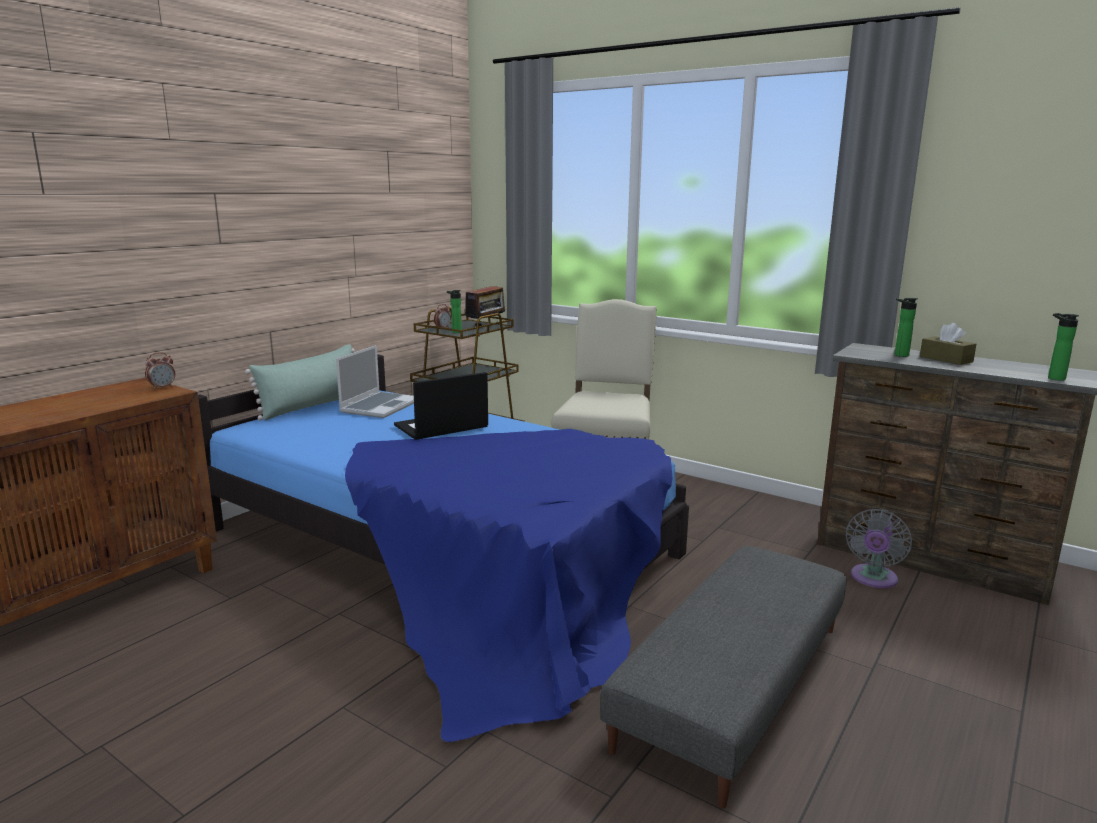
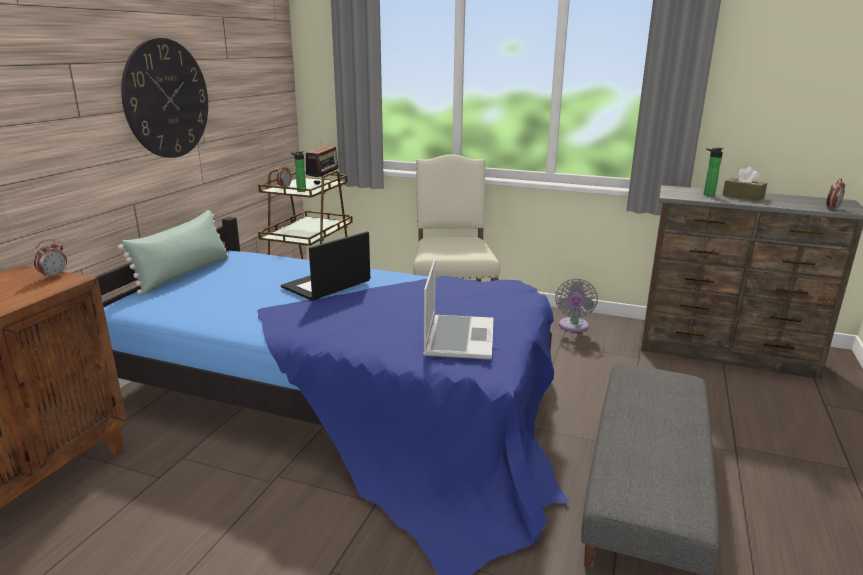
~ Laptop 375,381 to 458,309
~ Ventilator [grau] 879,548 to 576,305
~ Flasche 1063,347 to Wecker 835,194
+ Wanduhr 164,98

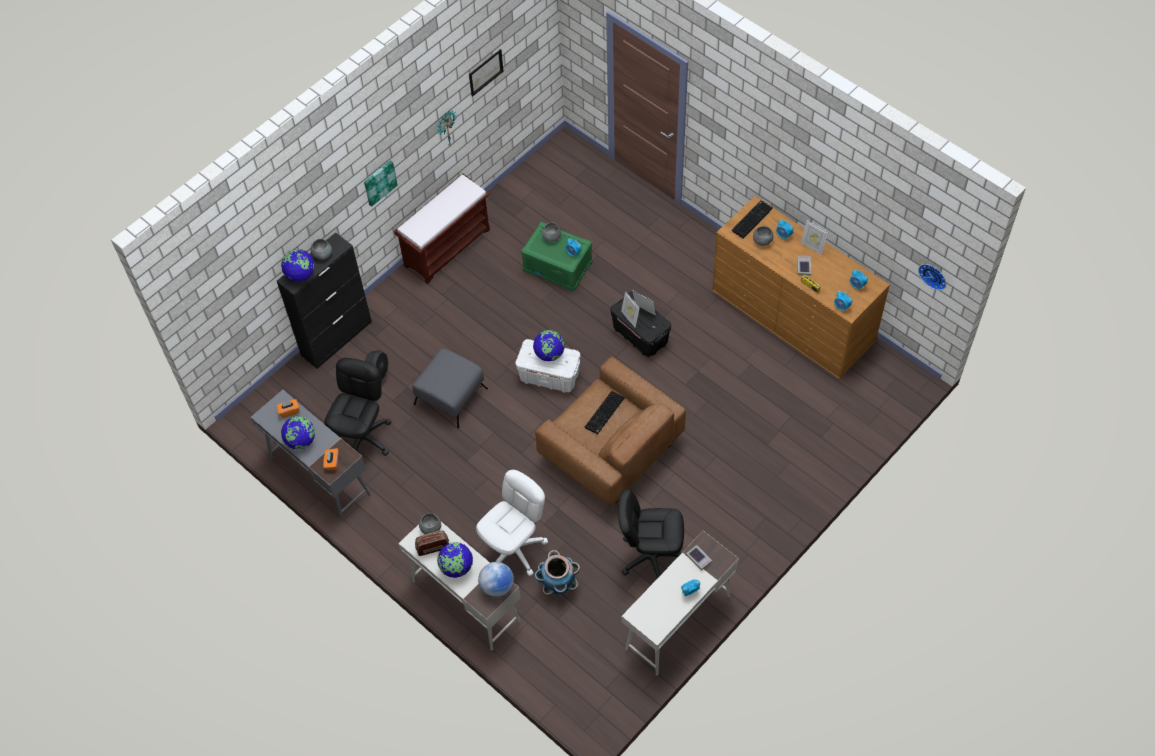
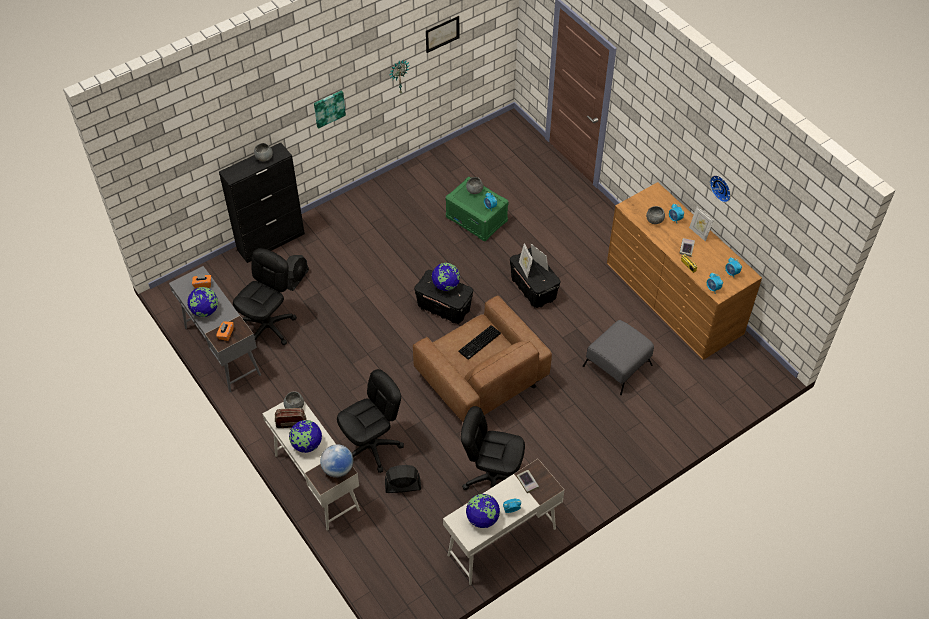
~ Globus 297,265 to 483,511
- Bank [braun] 442,229
~ Polsterhocker [grau] 450,388 to 618,357
~ Bürostuhl [weiß] 512,523 to Bürostuhl [schwarz] 370,421
~ Aufbewahrungsbox [weiß] 547,366 to Aufbewahrungsbox [schwarz] 443,297
~ Pflanzkübel 557,572 to Ventilator [schwarz] 403,479
- Tastatur 752,219
~ Wanduhr 932,277 to 720,188

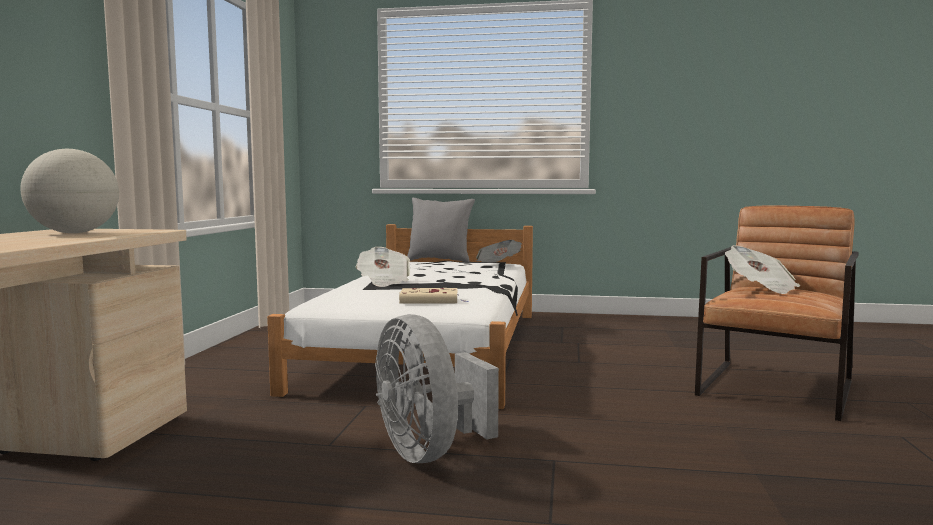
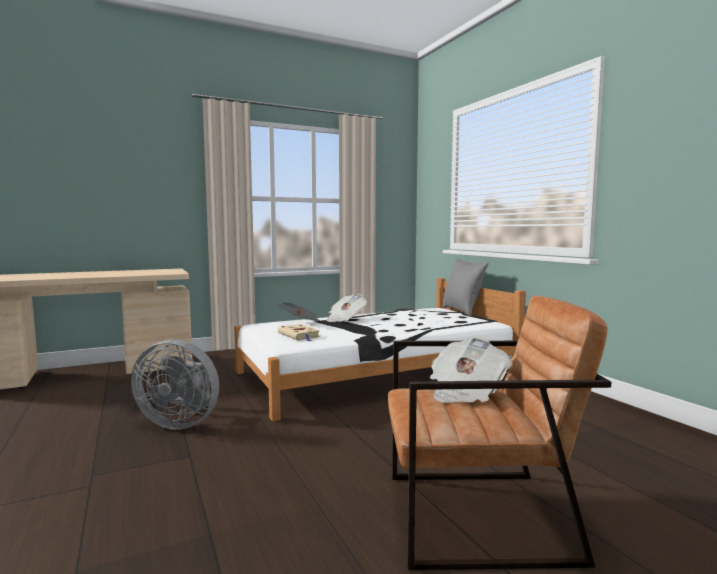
- Globus 69,191
~ Ventilator [grau] 437,388 = 175,384 105 degrees counterclockwise
~ Zeitung 499,251 to 299,312

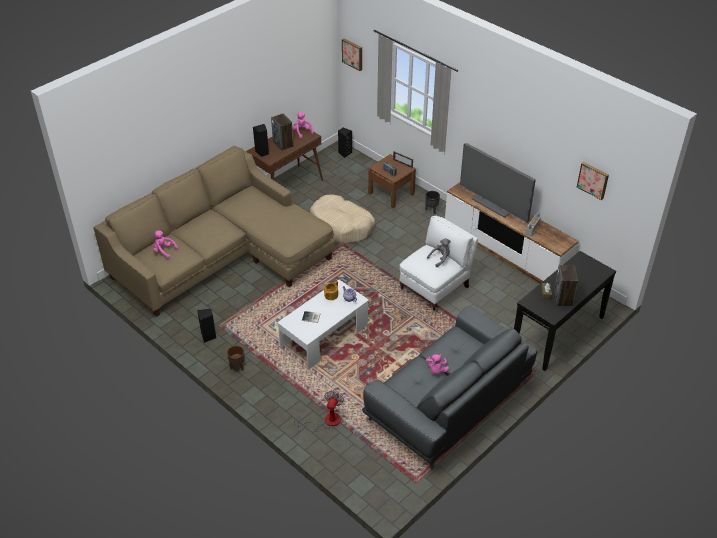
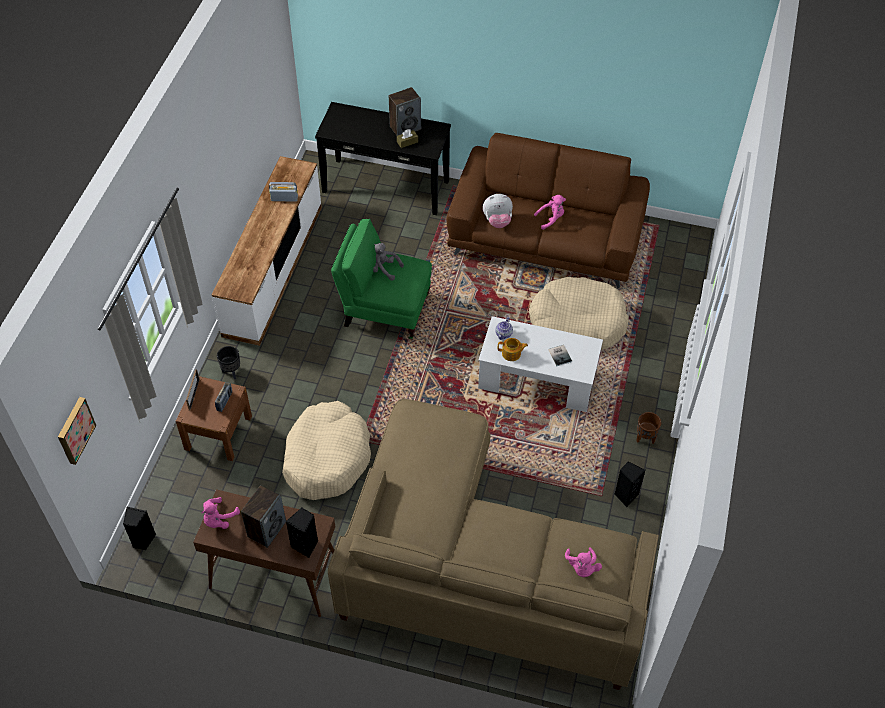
- Ventilator 319,411
~ Sofa [grau] 449,388 to Sofa [braun] 548,210
~ Sessel [weiß] 438,263 to Sessel [grün] 381,279
- Fernseher 498,183
- Bild 593,181
+ Plüschtier 498,211
+ Hundebett [beige] 579,313

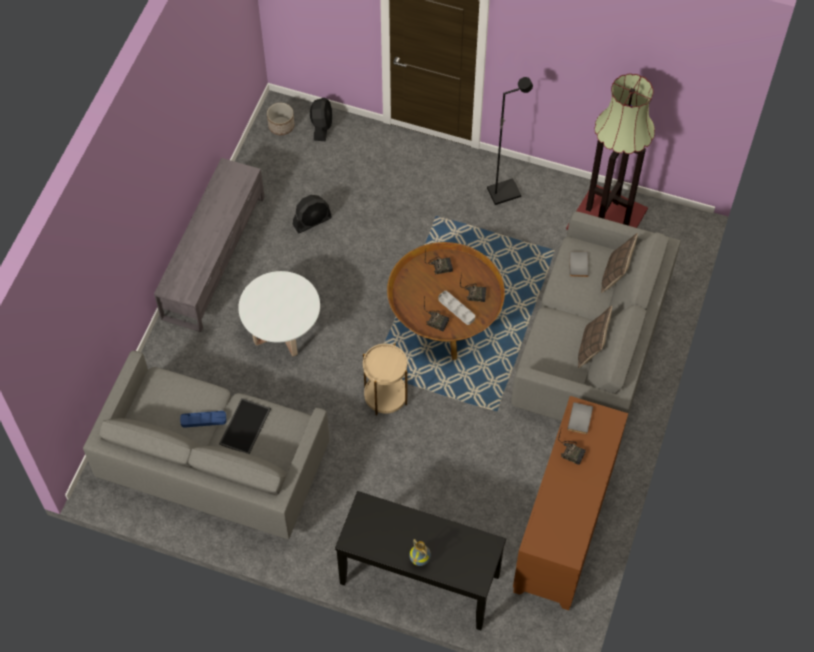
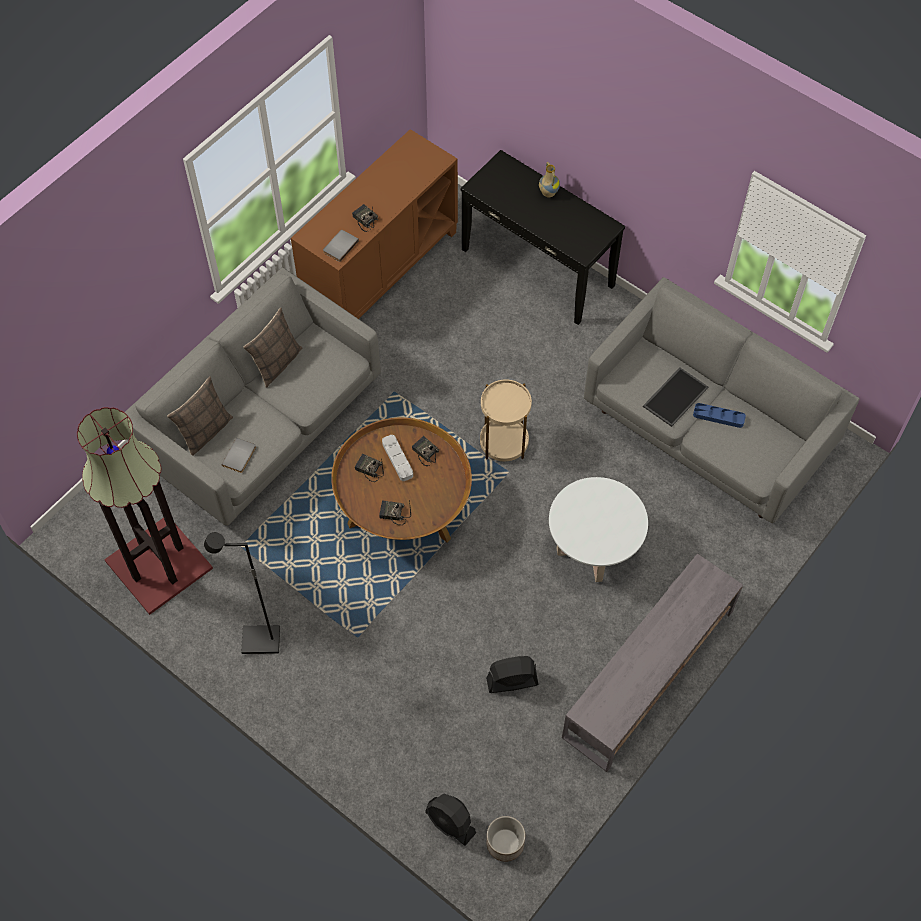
~ Ventilator [schwarz] 321,119 = 450,820 75 degrees counterclockwise

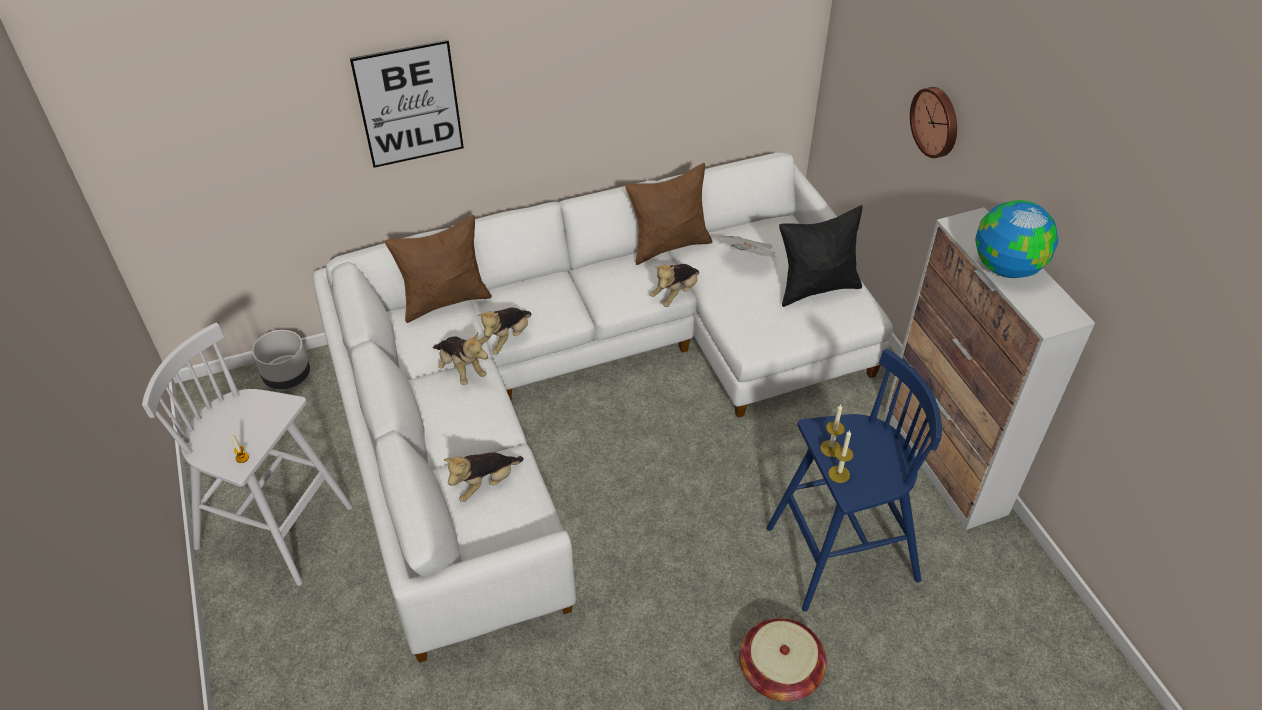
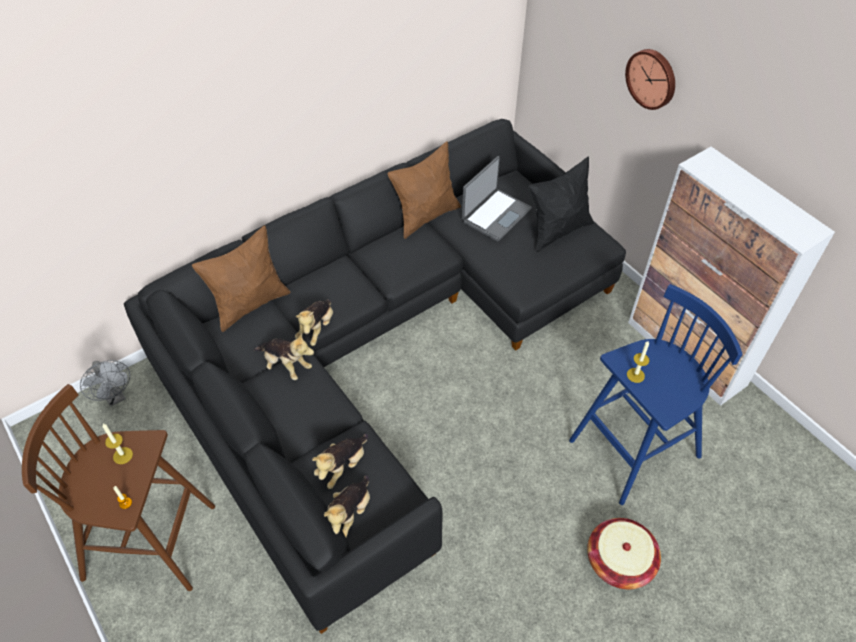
~ Hocker [weiß] 247,454 to Hocker [braun] 118,487
~ Pflanzkübel [grau] 281,359 to Ventilator [grau] 105,383
~ Sofa [weiß] 603,407 to Sofa [schwarz] 375,376
- Bild 407,104
~ Plüschtier 674,285 to 347,506
~ Zeitung 747,246 to Laptop 497,198
~ Kerze 840,456 to 117,444
- Globus 1016,239

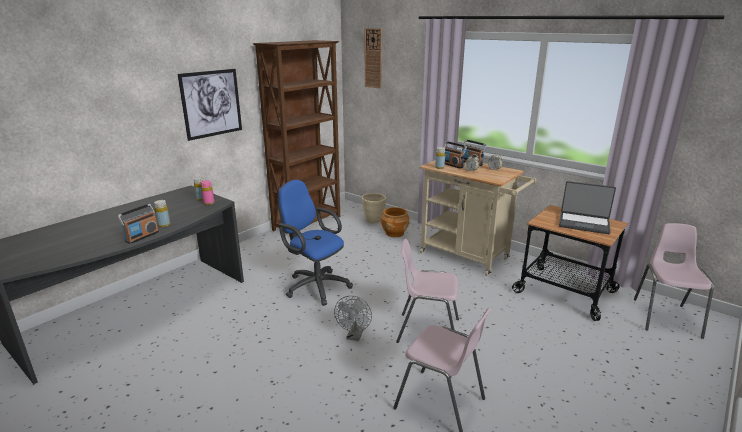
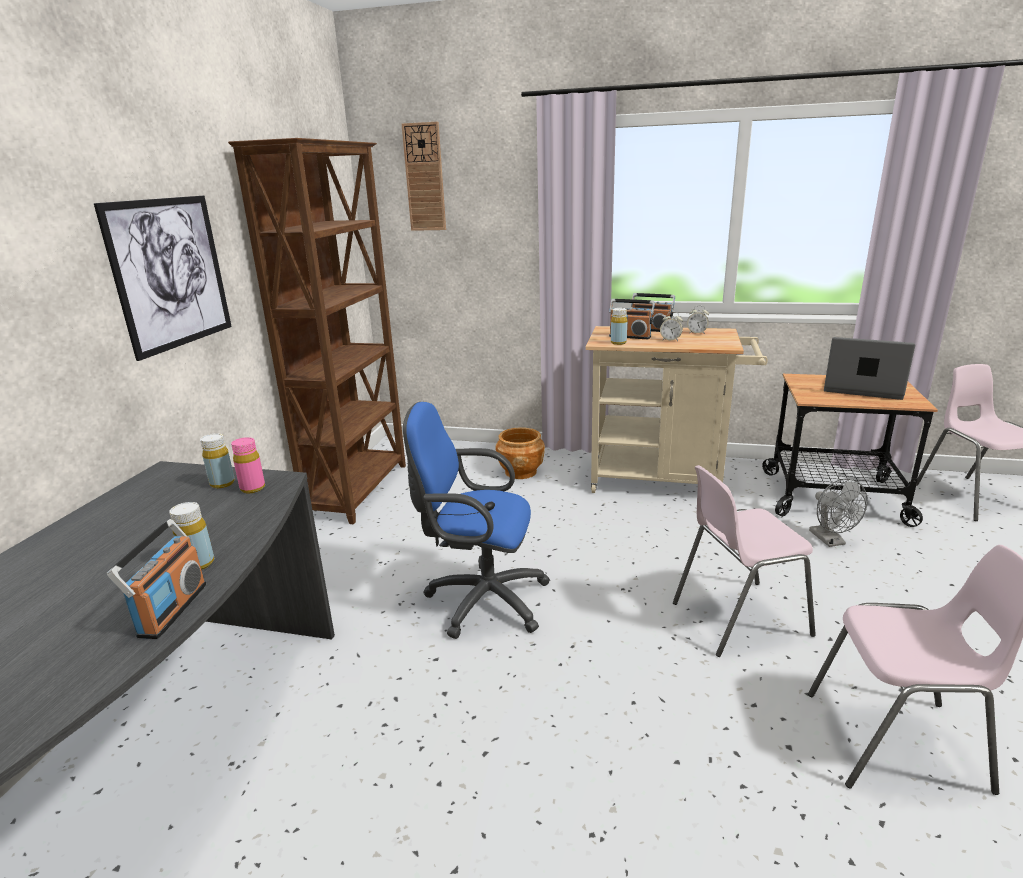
~ Ventilator [grau] 353,318 to 838,513
- Pflanzkübel [beige] 374,208
~ Laptop 587,207 = 869,368 150 degrees counterclockwise

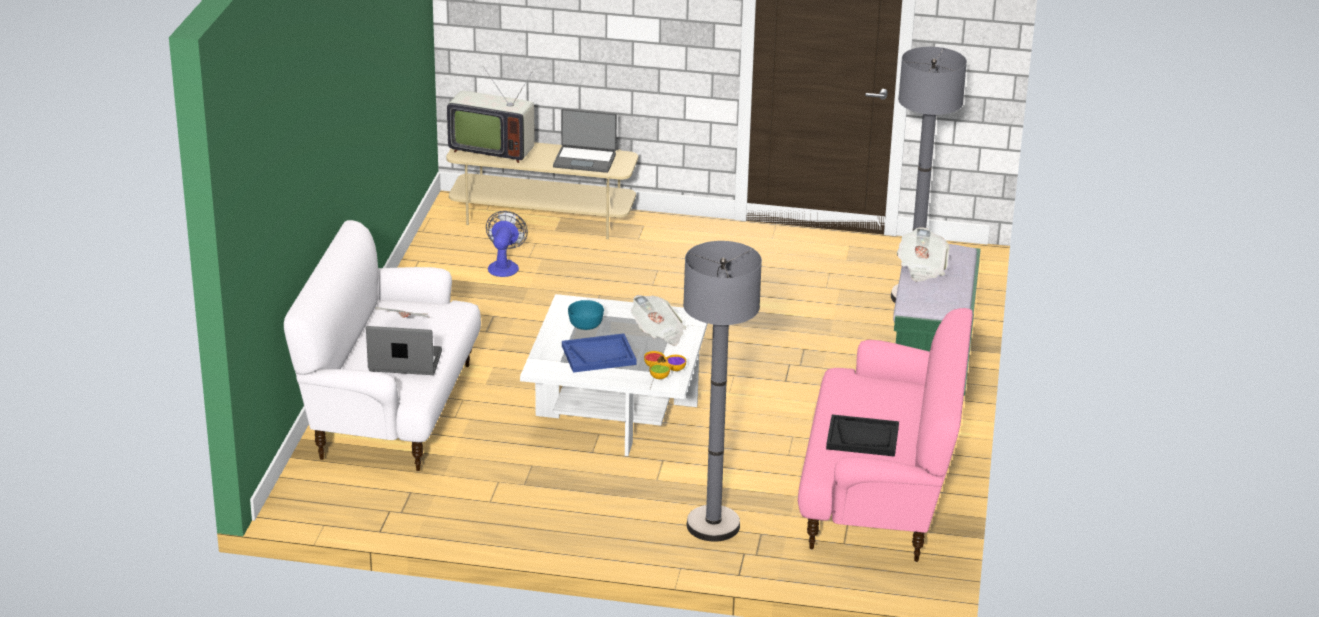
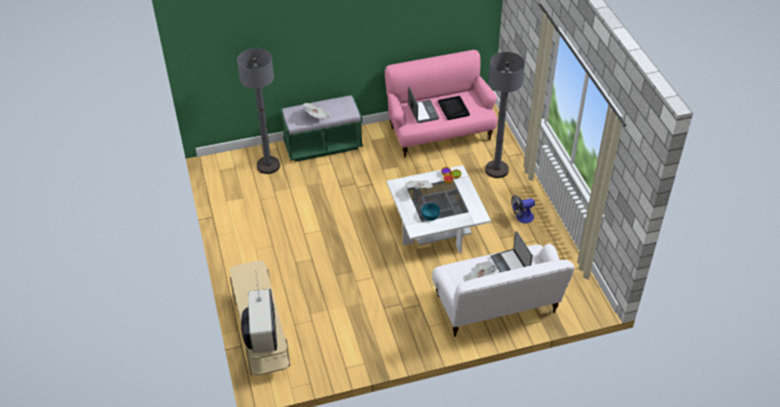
~ Ventilator 507,244 to 523,208
~ Laptop 585,141 to 423,105
- Tablett [blau] 599,353

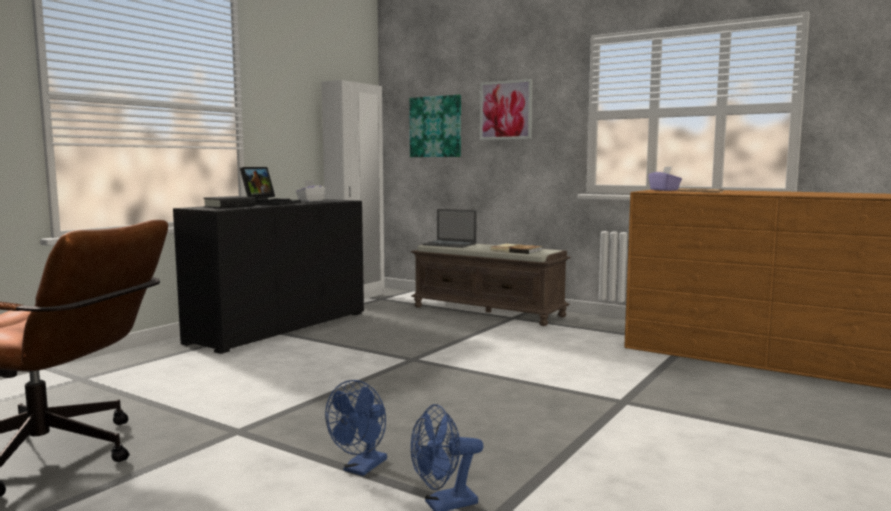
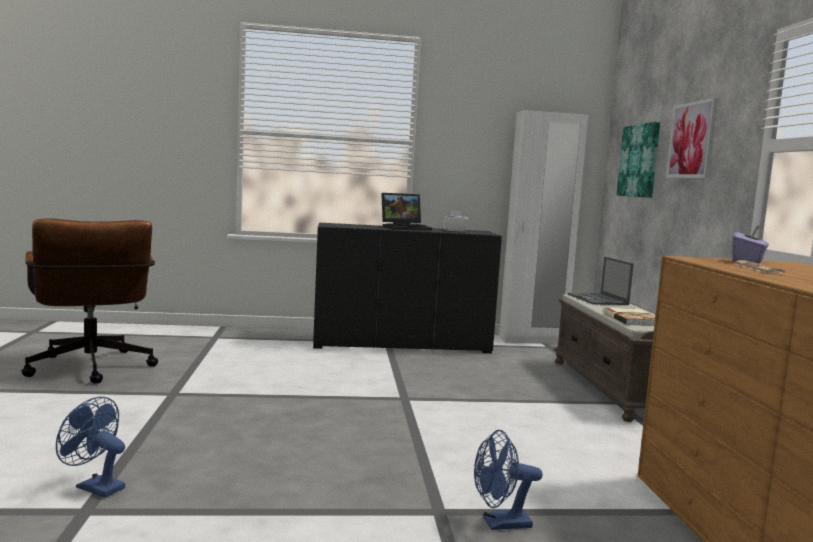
- Buch [schwarz] 229,202
~ Ventilator [blau] 356,428 to 508,480

